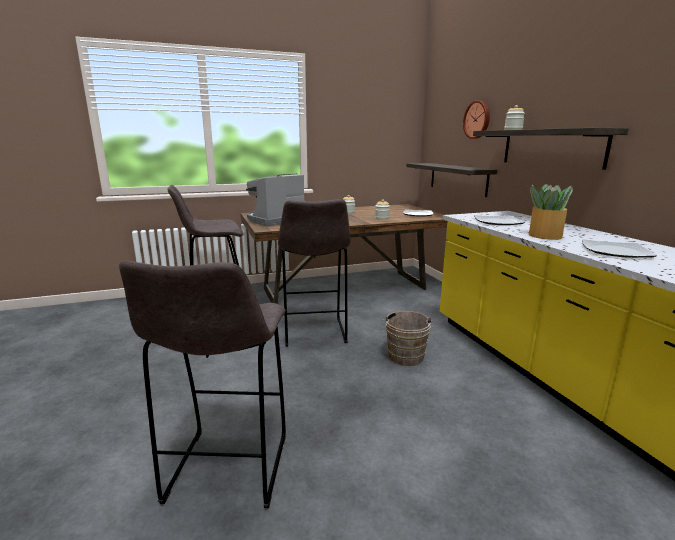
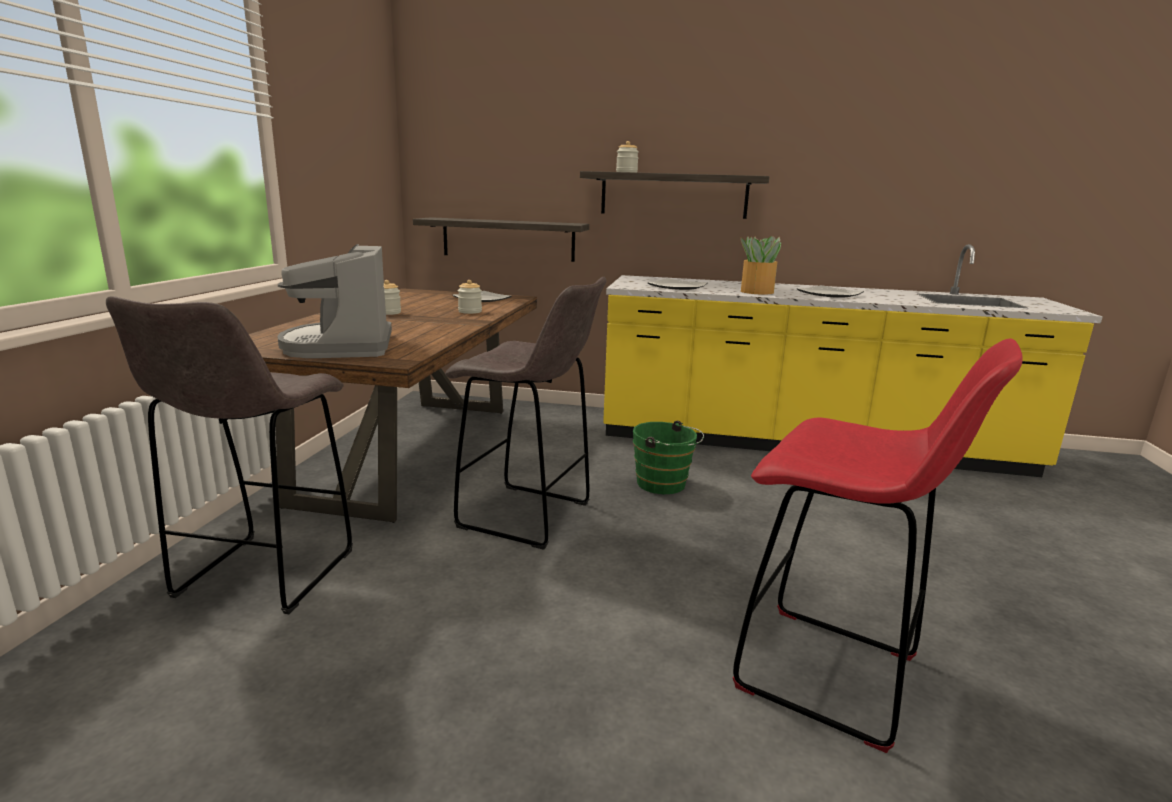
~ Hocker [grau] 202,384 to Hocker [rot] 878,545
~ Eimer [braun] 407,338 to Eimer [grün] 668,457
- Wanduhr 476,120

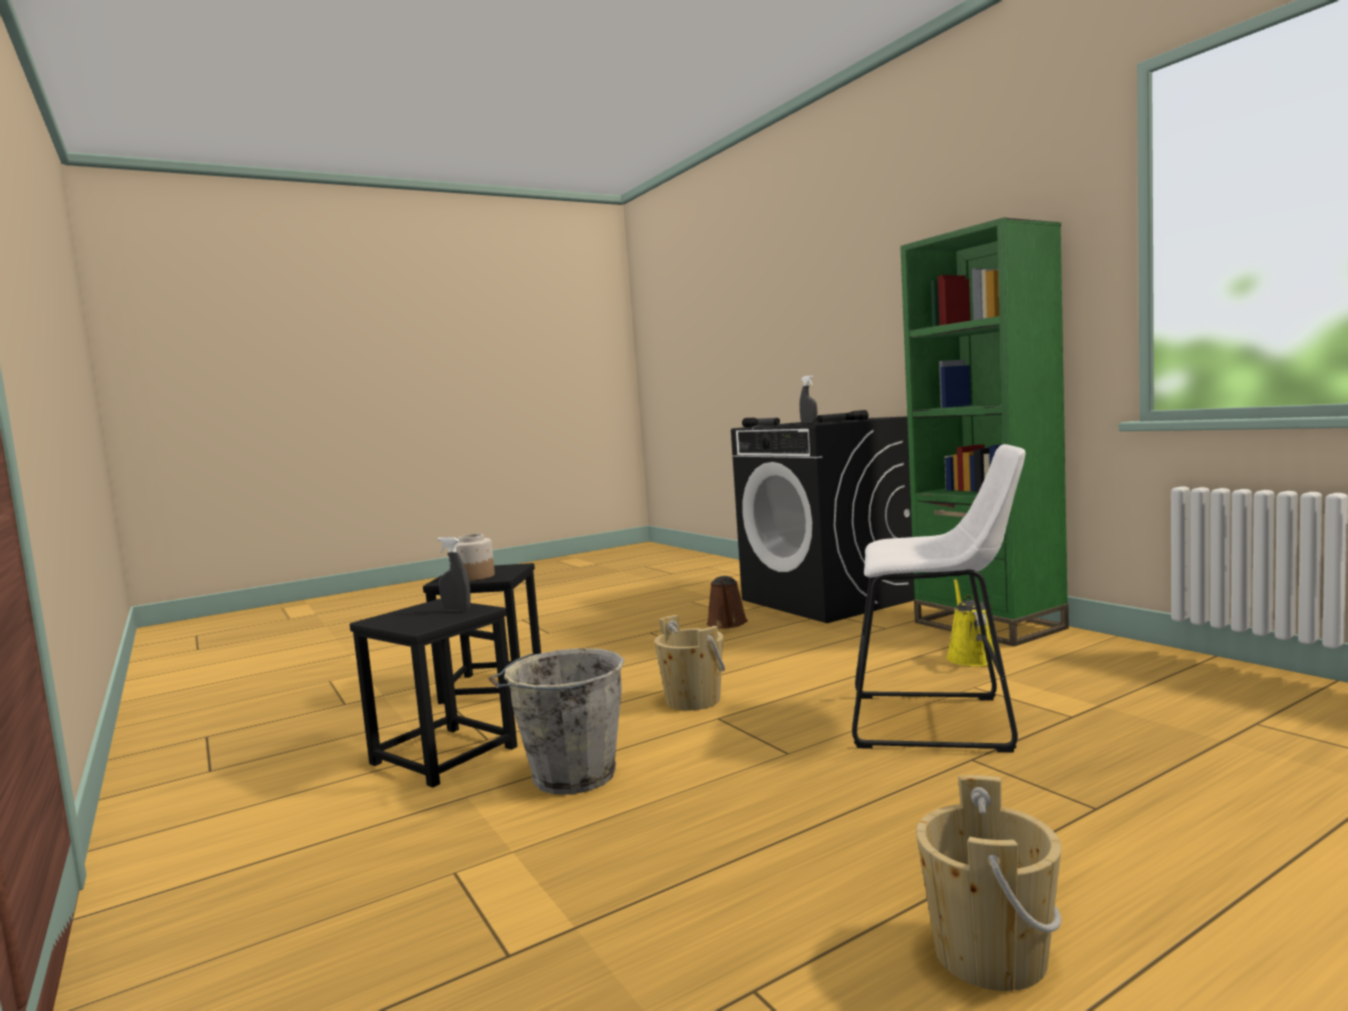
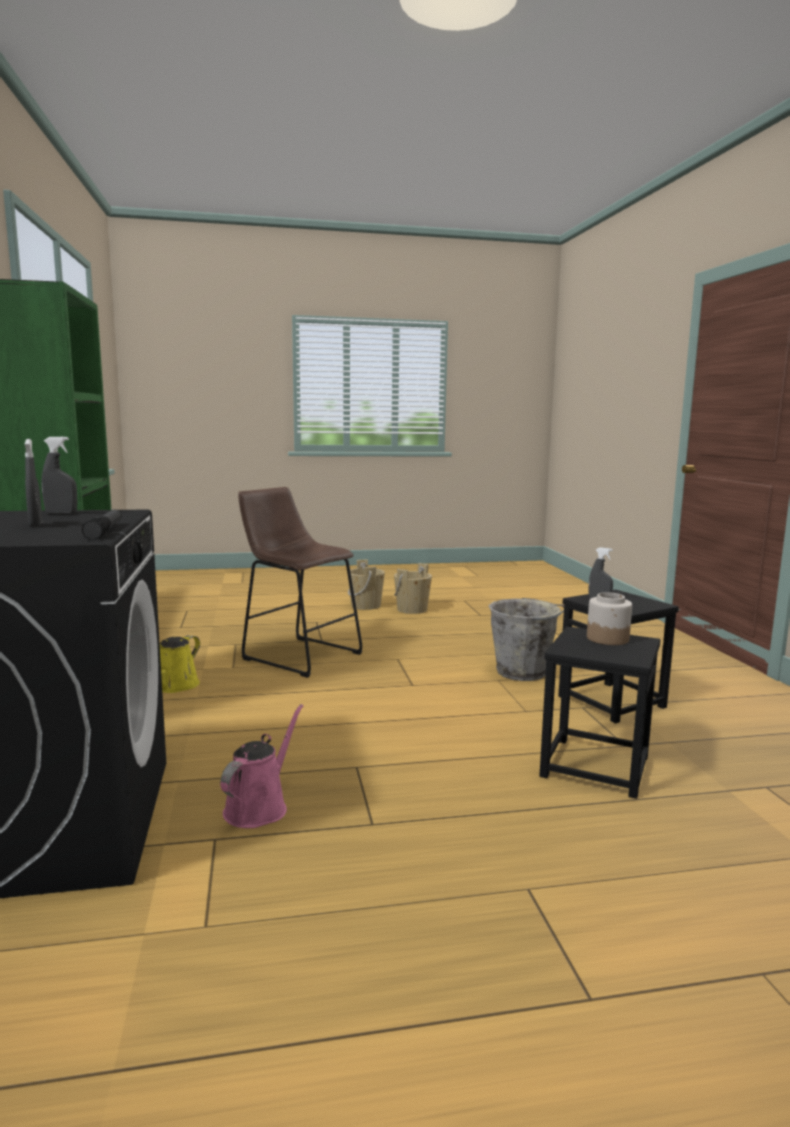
~ Eimer [beige] 689,662 to 366,585
~ Gießkanne [braun] 727,602 to Gießkanne [rosa] 261,766
~ Taschenlampe 843,416 to Sprühflasche [grau] 59,475
~ Hocker [weiß] 938,598 to Hocker [braun] 300,582

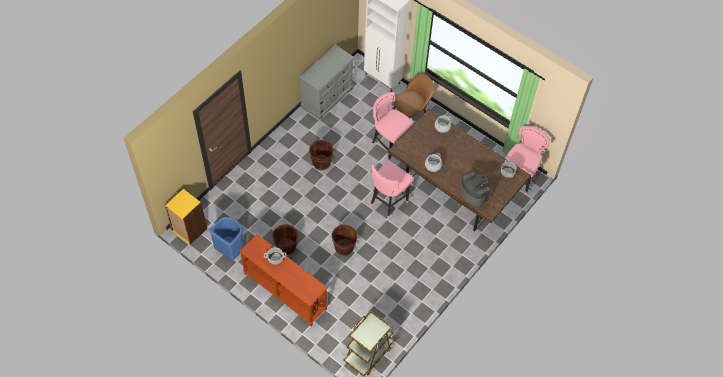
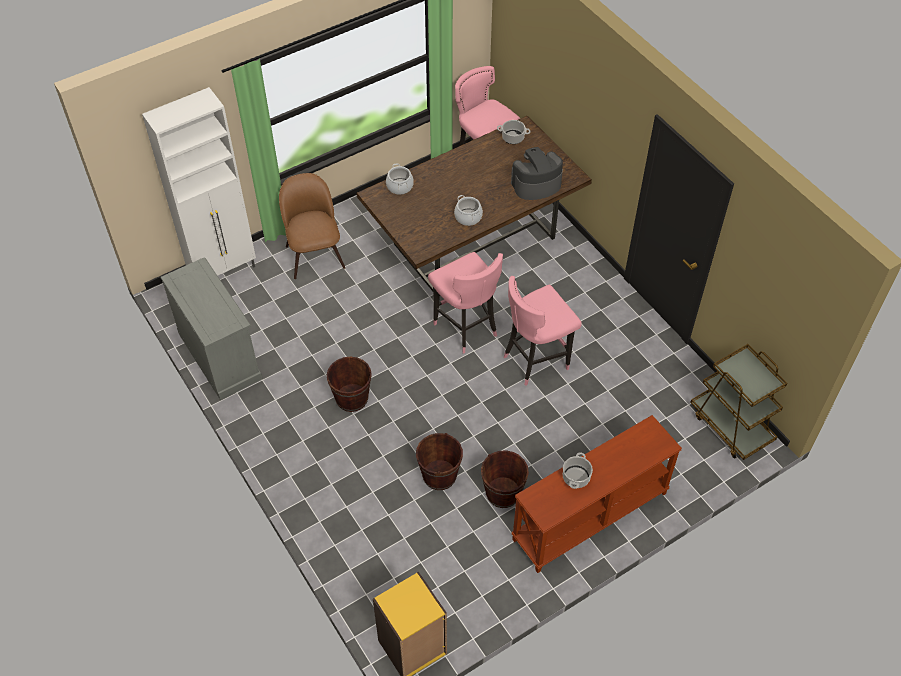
- Mülleimer [blau] 226,238
~ Eimer [braun] 344,240 to 439,461
~ Hocker [rosa] 392,126 to 543,331

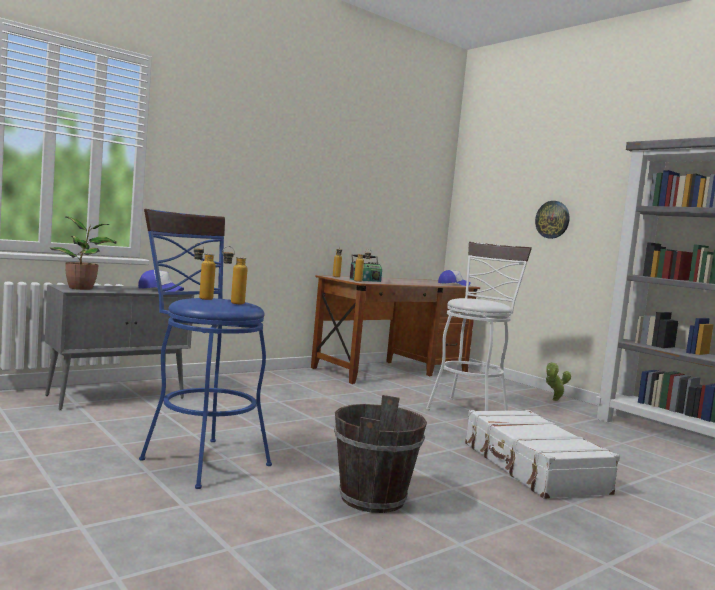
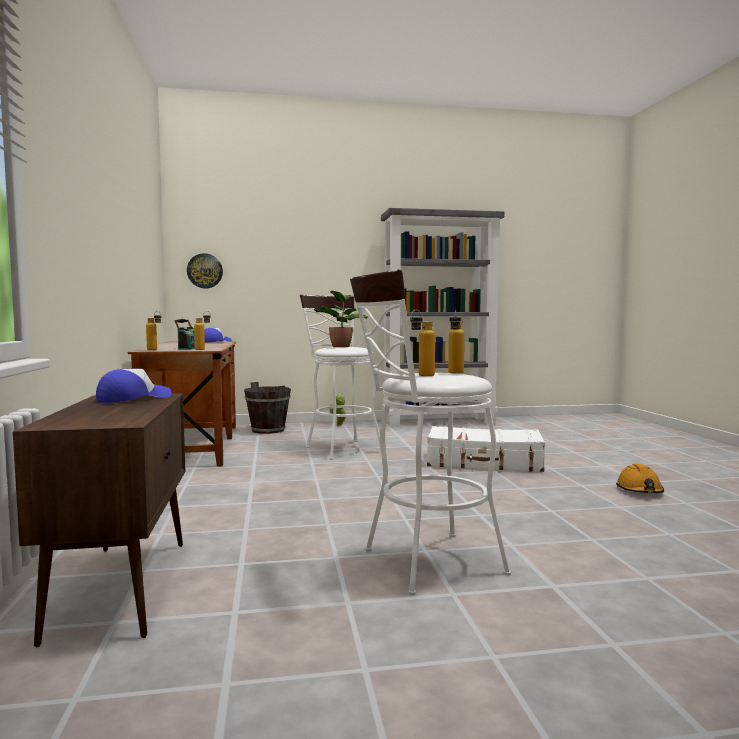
~ Schrank [grau] 119,347 to Schrank [braun] 99,520
~ Topfpflanze 83,253 to 341,319
~ Hocker [blau] 205,349 to Hocker [weiß] 430,432
~ Eimer [braun] 380,454 to 267,408
~ Wanduhr 552,220 to 205,271
+ Schutzhelm [orange] 640,478

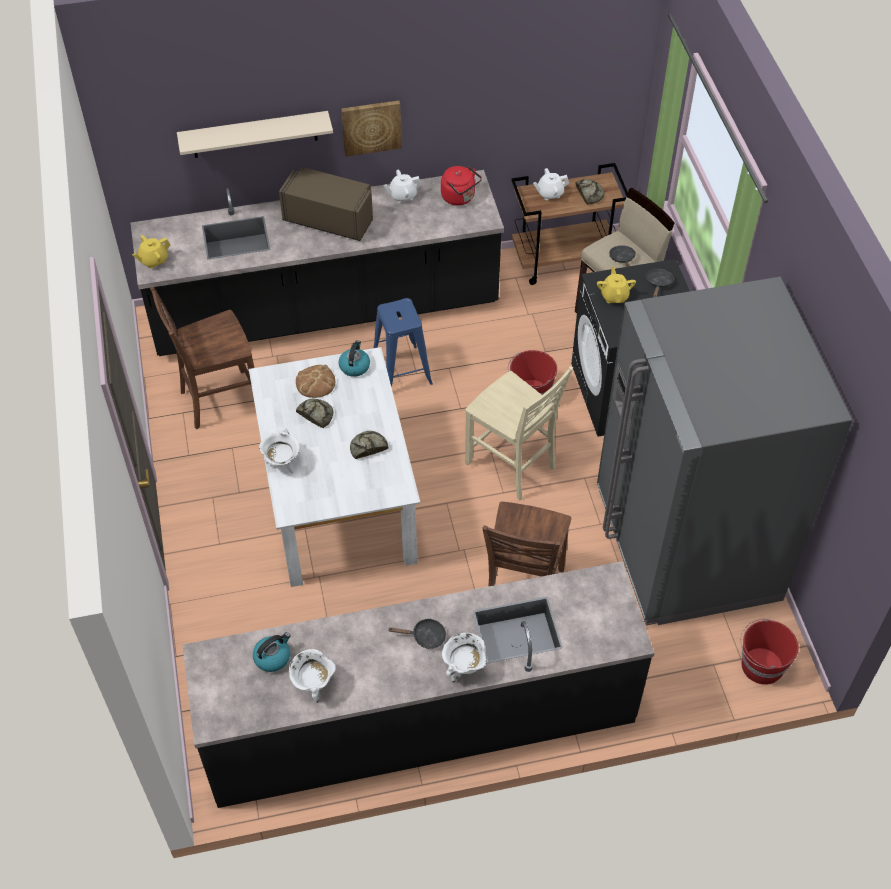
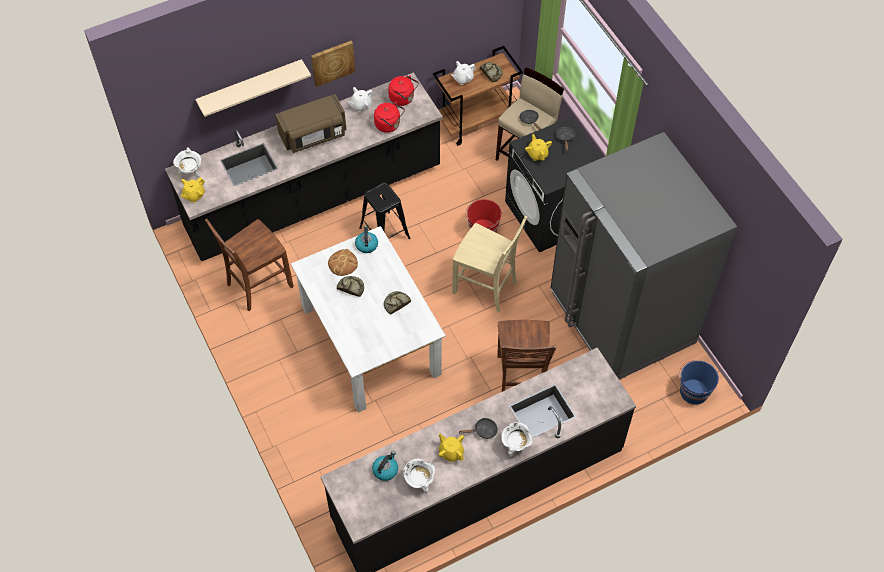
~ Kochtopf [weiß] 279,450 to 187,162
~ Mikrowelle [braun] 326,204 = 310,123 150 degrees clockwise
~ Hocker [blau] 403,342 to Hocker [schwarz] 385,210
~ Eimer [rot] 770,652 to Eimer [blau] 699,382
+ Wasserkessel [rot] 389,117
+ Teekanne [gelb] 451,447

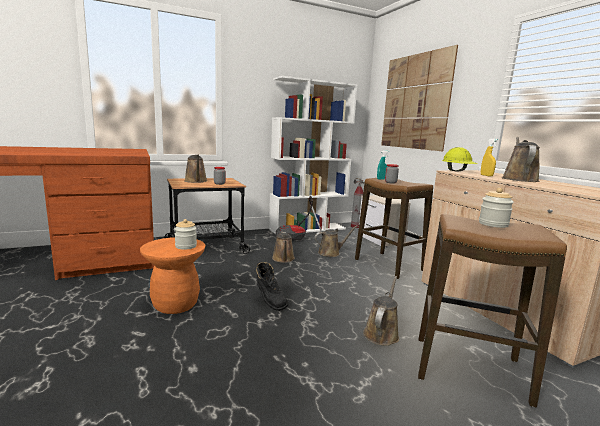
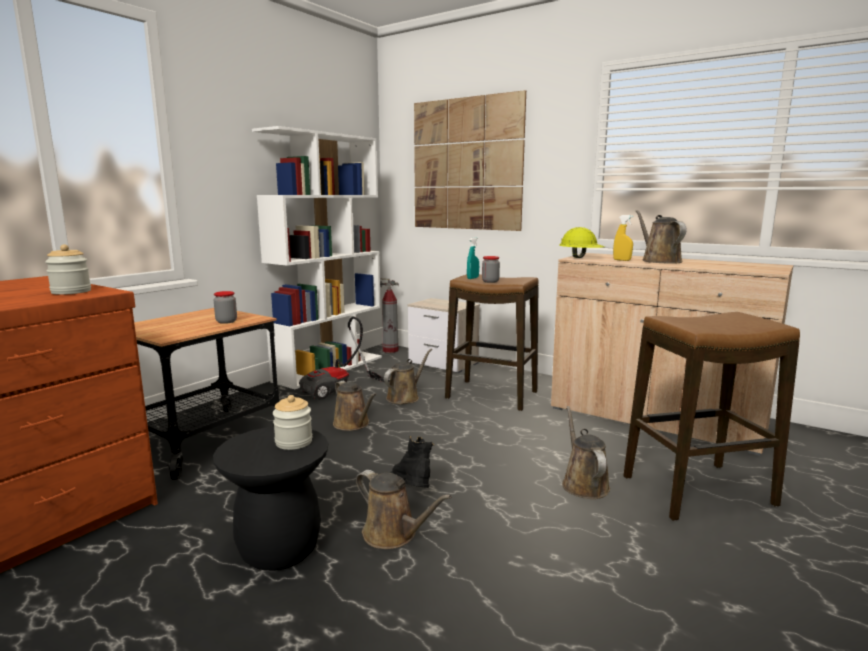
~ Hocker [orange] 172,275 to Hocker [schwarz] 270,499
~ Gießkanne [braun] 196,169 to 403,509
~ Stiefel [schwarz] 272,286 = 412,462 135 degrees counterclockwise
~ Vorratsglas 496,208 to 68,269

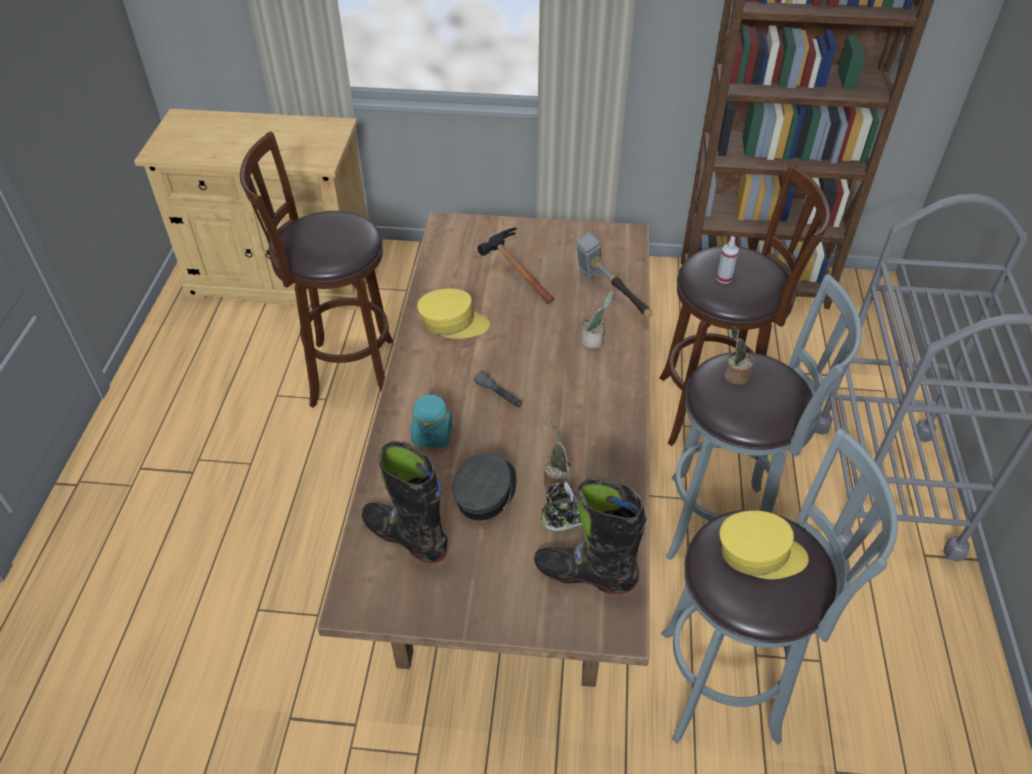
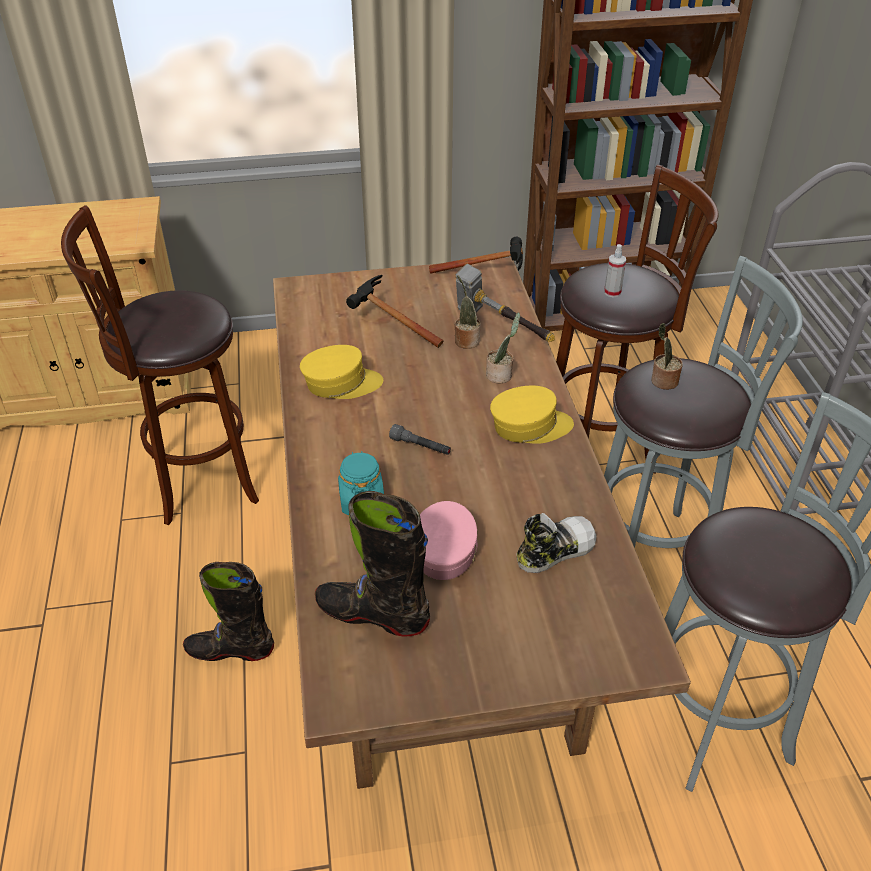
~ Kappe [grau] 484,486 to Kappe [rosa] 448,540
~ Stiefel [schwarz] 590,536 to 228,611
~ Topfpflanze 558,455 to 467,312
~ Kappe [gelb] 763,544 to 532,415
+ Hammer 476,255

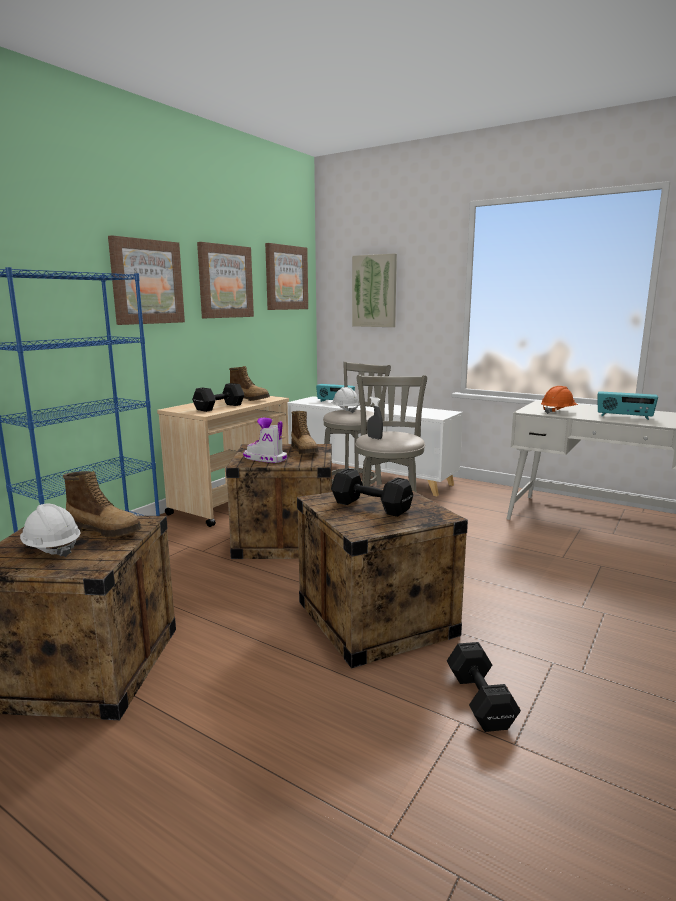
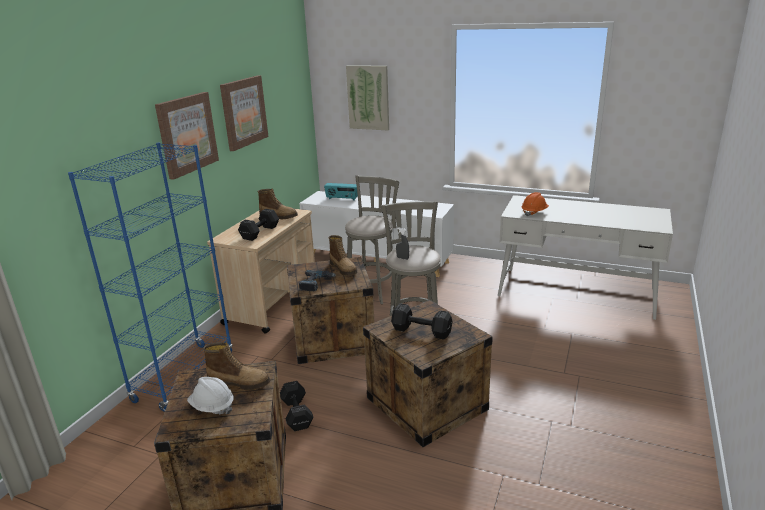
~ Stiefel 265,440 to Bohrmaschine 317,280
- Bild 286,276
- Schutzhelm [weiß] 345,400
~ Hantel [schwarz] 484,687 to 297,406
- Radio 628,405

